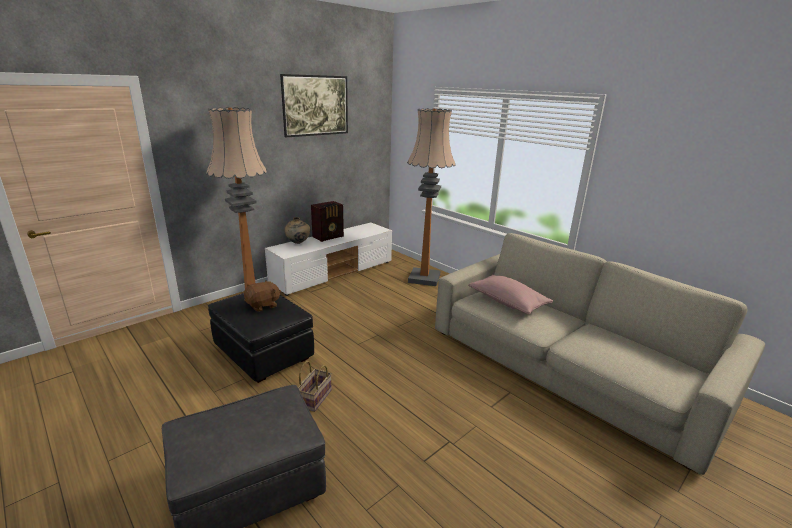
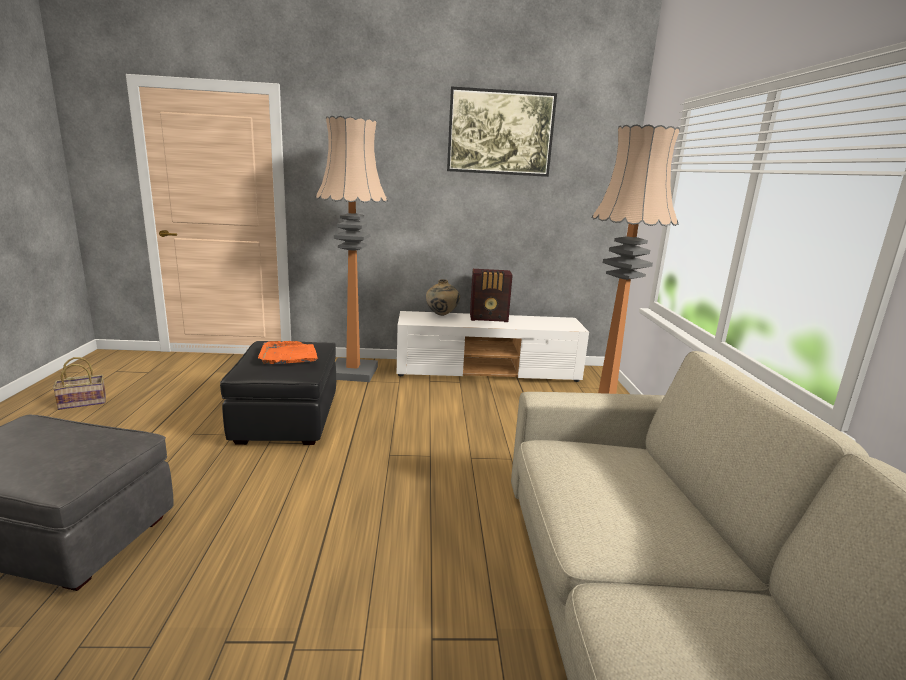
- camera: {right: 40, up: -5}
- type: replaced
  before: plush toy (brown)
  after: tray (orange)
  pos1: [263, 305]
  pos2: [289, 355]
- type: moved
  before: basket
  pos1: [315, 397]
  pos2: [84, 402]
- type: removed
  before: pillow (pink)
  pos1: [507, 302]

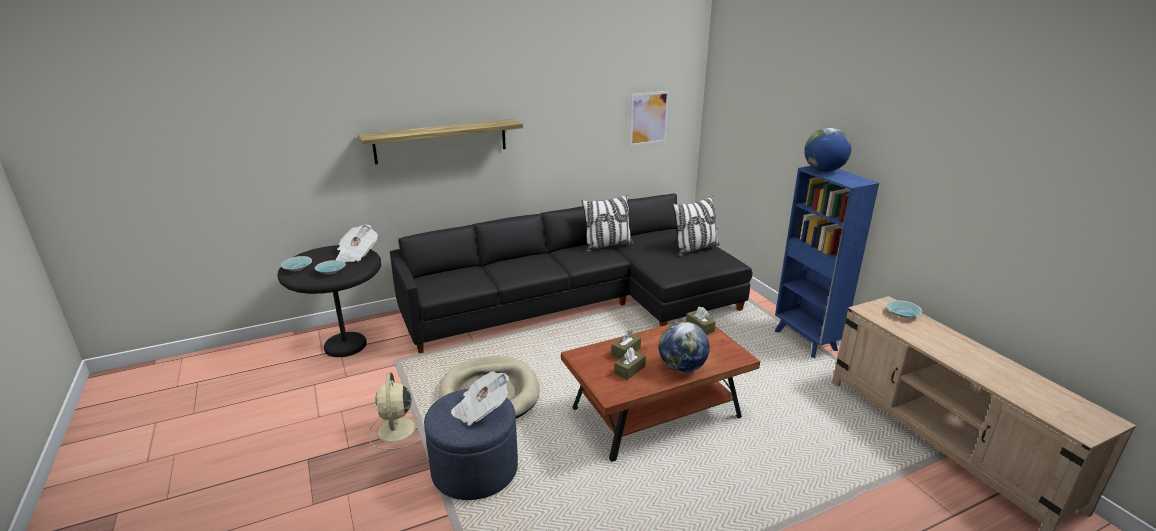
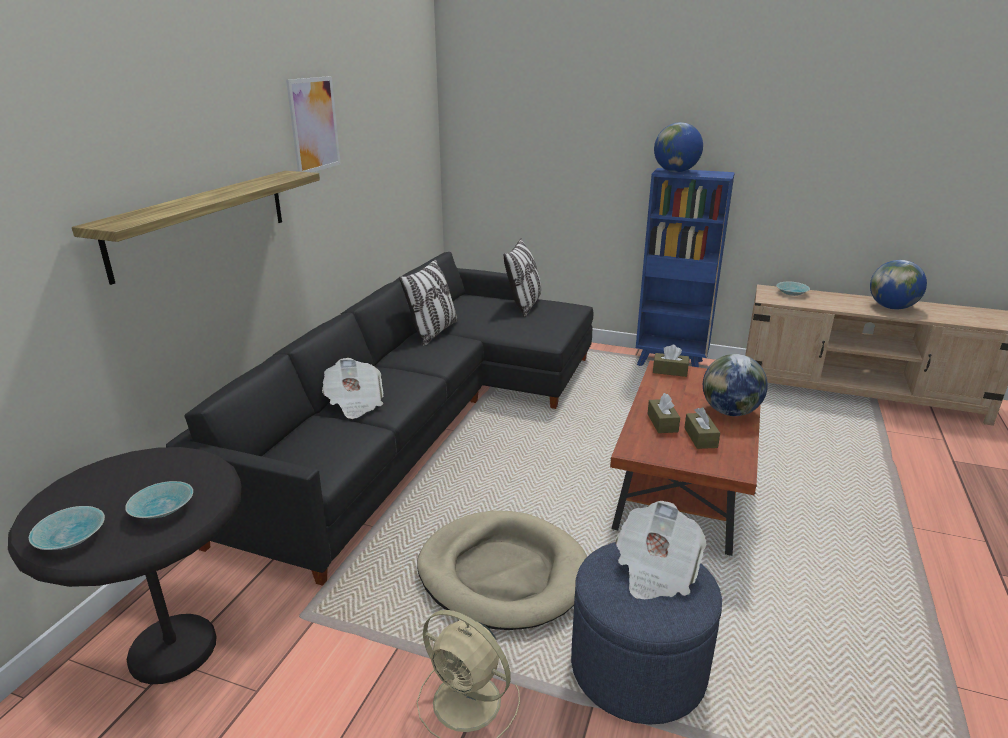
- camera: {right: -45, up: 0}
- type: moved
  before: newspaper
  pos1: [356, 255]
  pos2: [355, 403]
- type: moved
  before: picture
  pos1: [648, 118]
  pos2: [314, 125]
- type: added
  after: globe
  pos2: [891, 307]

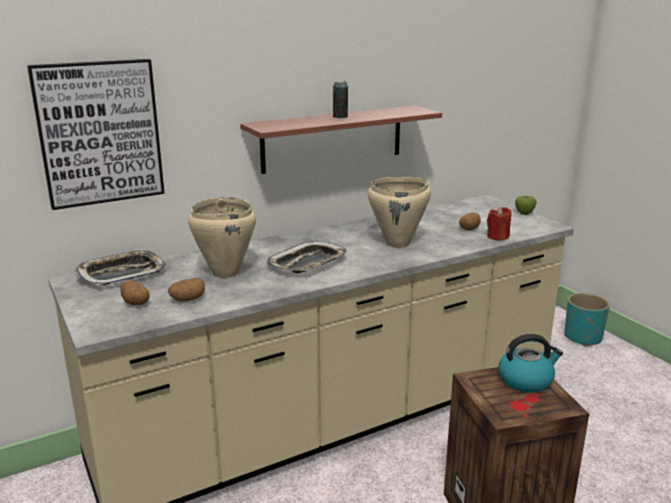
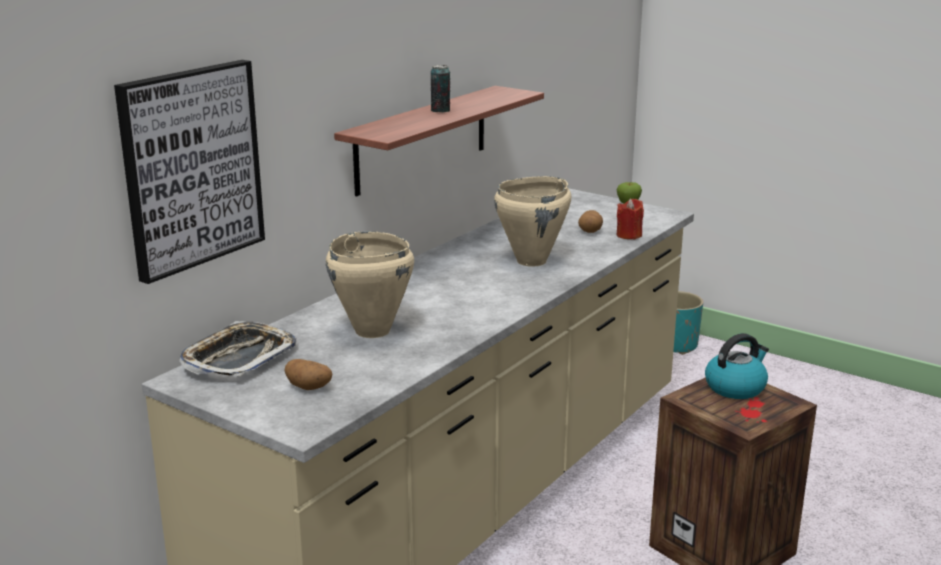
- camera: {right: -25, up: 0}
- type: removed
  before: potato
  pos1: [187, 300]
- type: removed
  before: tray
  pos1: [307, 263]

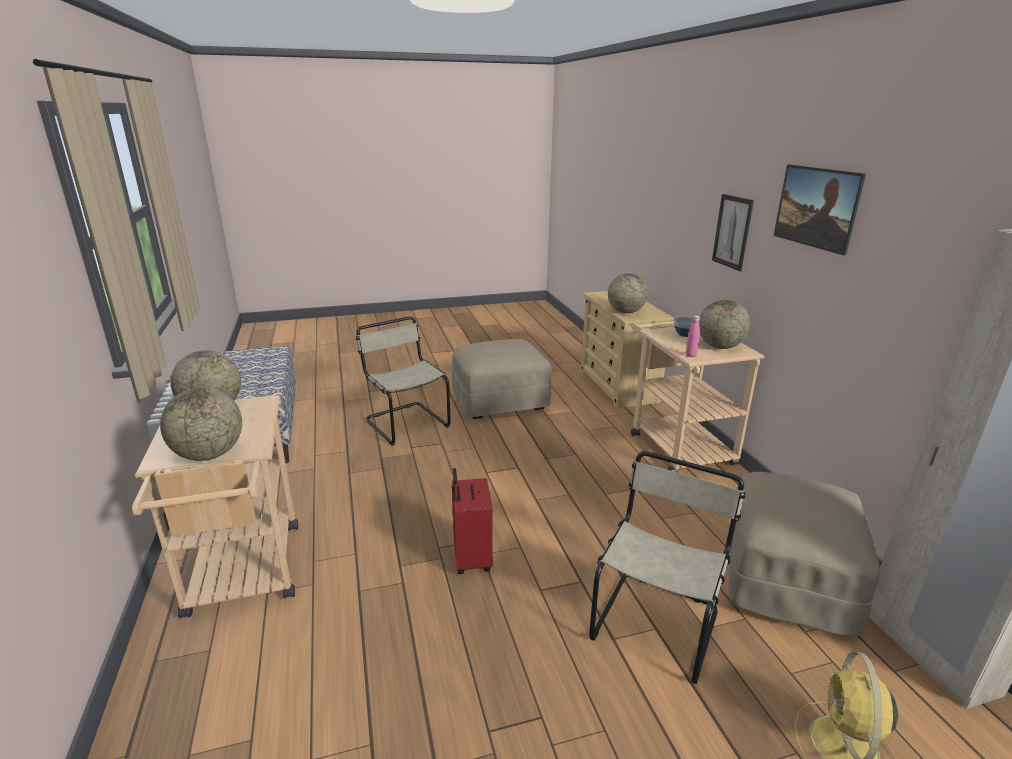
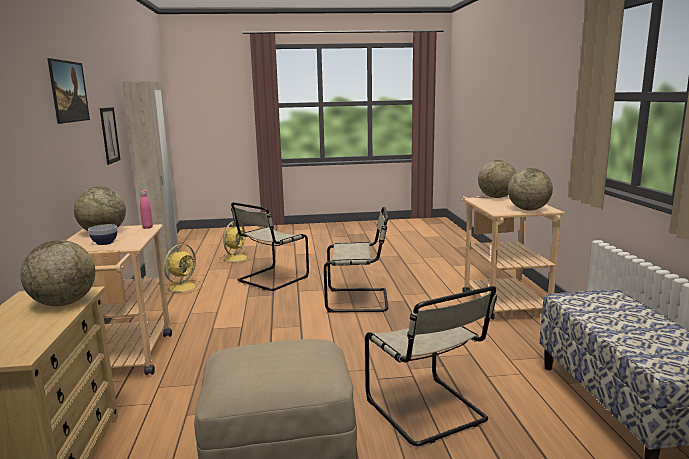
- camera: {right: -170, up: -10}
- type: replaced
  before: suitcase (red)
  after: chair (beige)
  pos1: [470, 559]
  pos2: [360, 300]
- type: moved
  before: picture
  pos1: [732, 232]
  pos2: [109, 135]
- type: replaced
  before: ottoman (beige)
  after: fan (yellow)
  pos1: [787, 579]
  pos2: [183, 287]

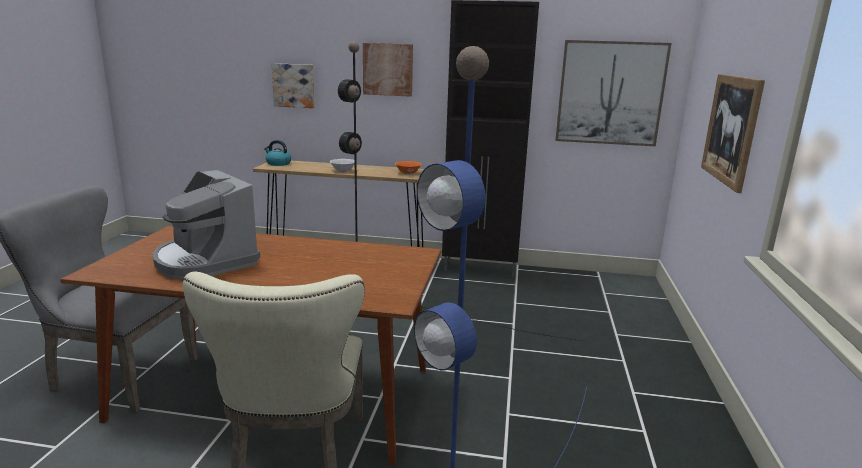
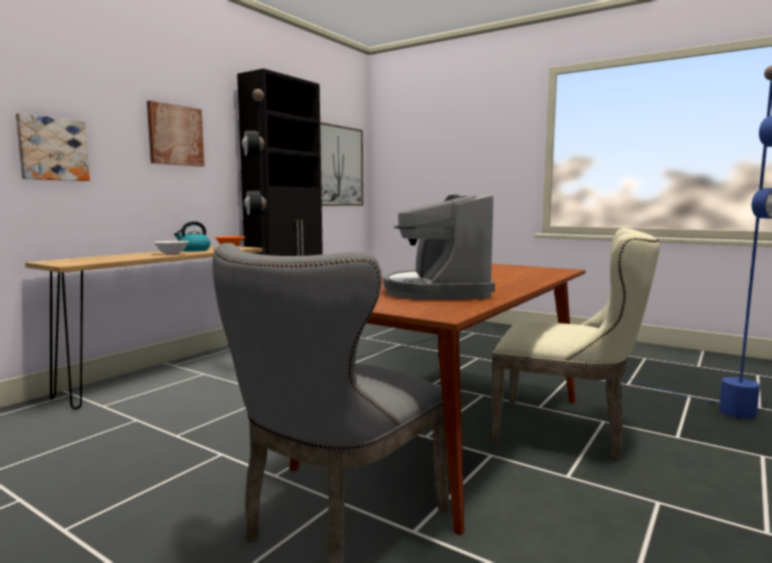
- camera: {right: -65, up: -10}
- type: turned
  before: coffee machine
  pos1: [205, 261]
  pos2: [437, 290]
  turn: 105
- type: moved
  before: kettle
  pos1: [278, 163]
  pos2: [194, 250]
- type: removed
  before: picture
  pos1: [731, 129]

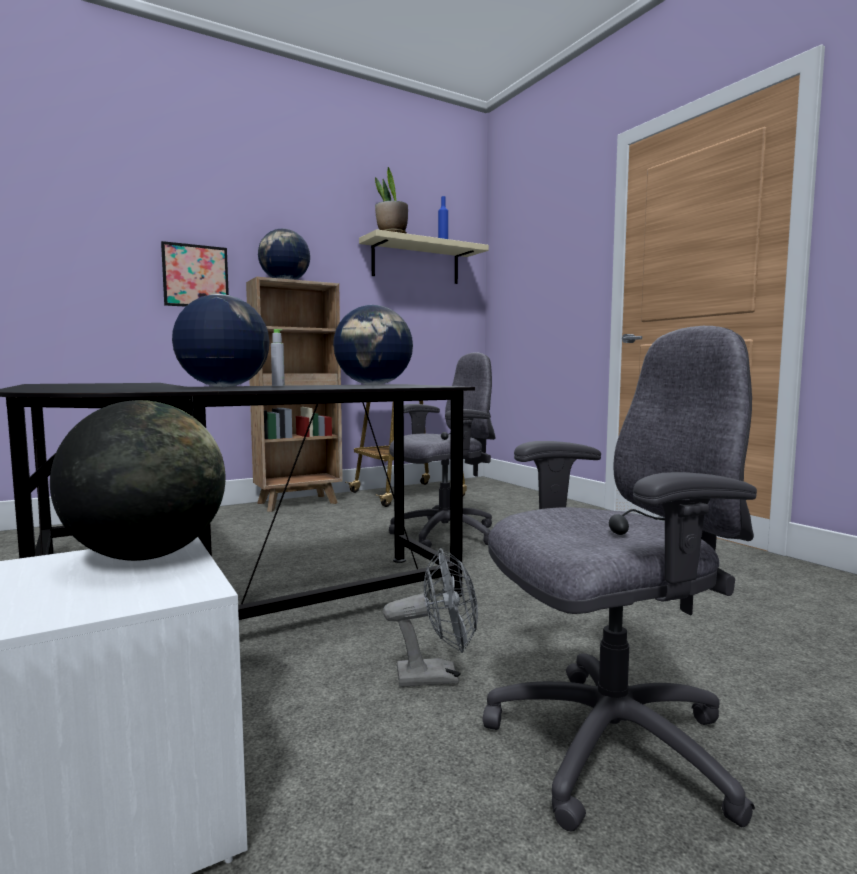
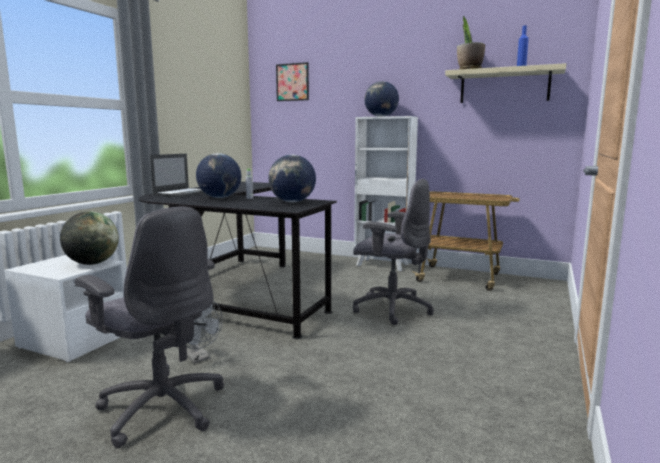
- camera: {right: 55, up: 5}
- type: moved
  before: picture
  pos1: [195, 276]
  pos2: [292, 82]
- type: recoloured
  before: bookcase (brown)
  after: bookcase (white)
  pos1: [299, 503]
  pos2: [383, 265]
- type: added
  after: laptop
  pos2: [184, 193]

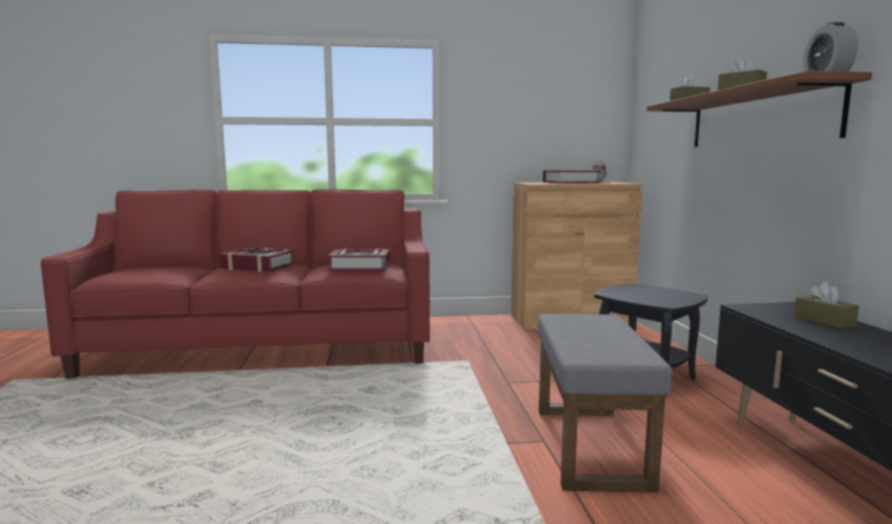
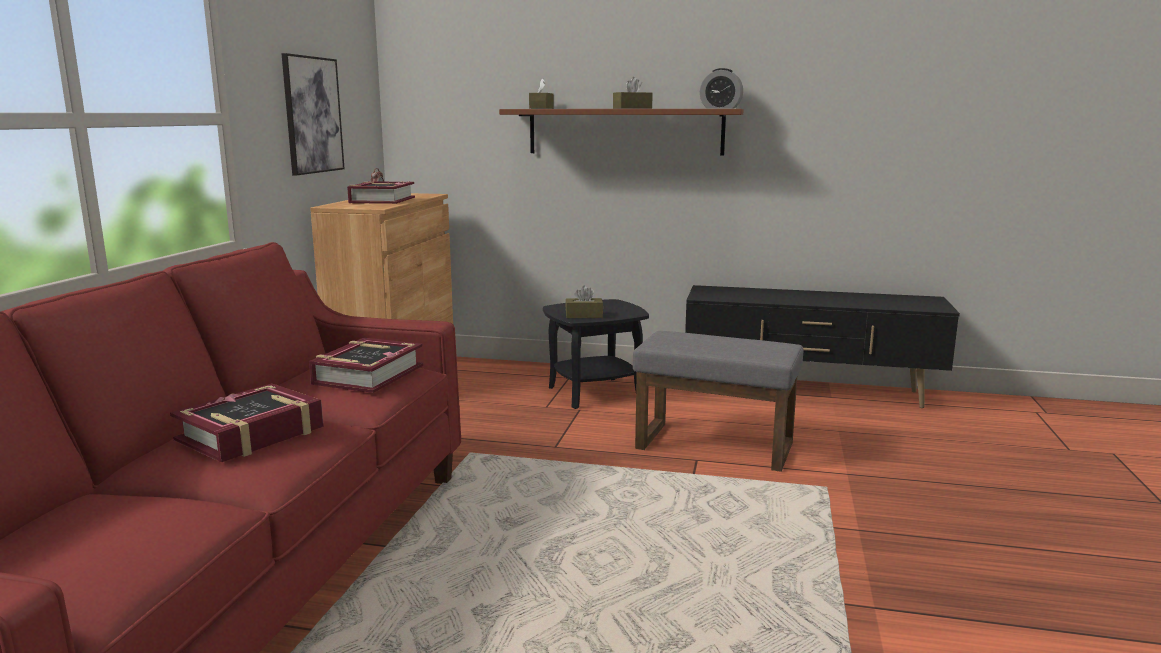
- camera: {right: -70, up: 5}
- type: moved
  before: tissue box (brown)
  pos1: [824, 321]
  pos2: [584, 315]
- type: added
  after: picture
  pos2: [312, 115]

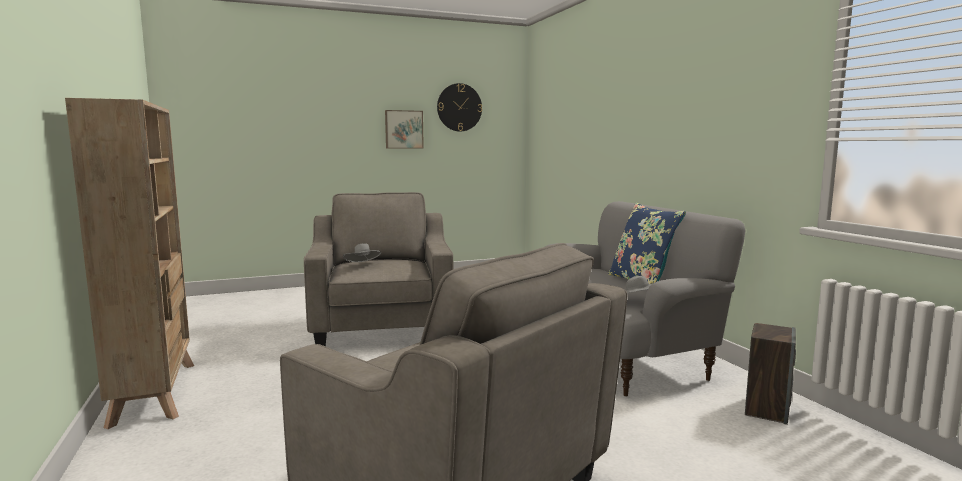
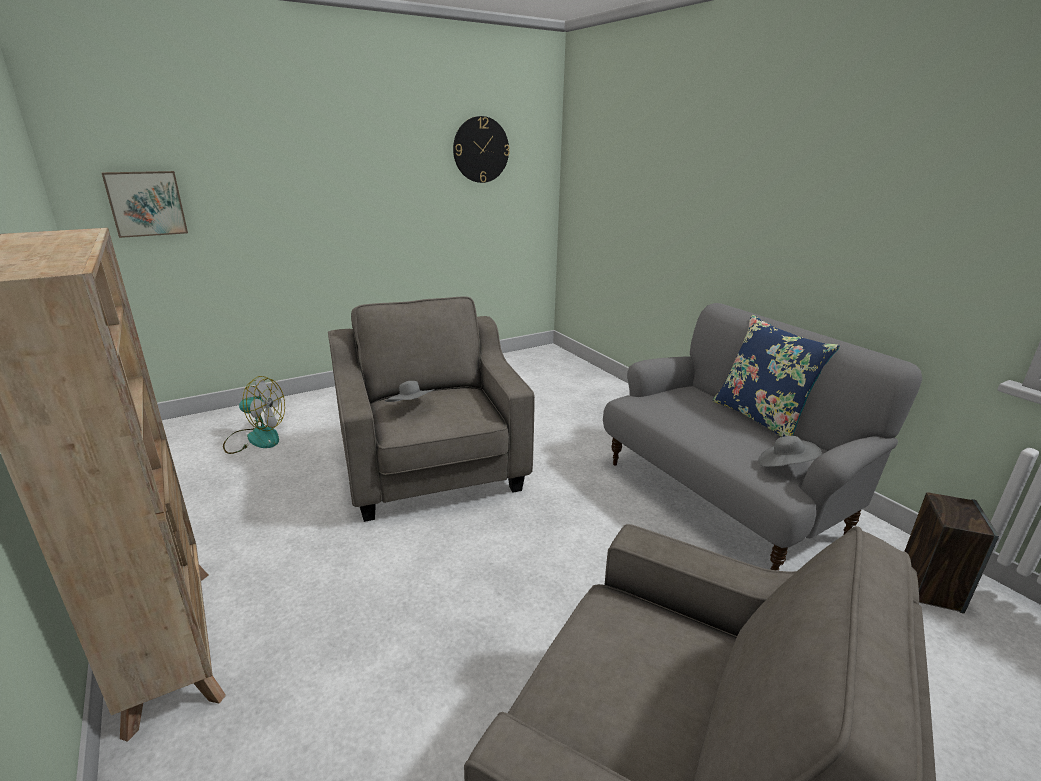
- camera: {right: -10, up: 15}
- type: moved
  before: picture
  pos1: [403, 129]
  pos2: [146, 203]
- type: added
  after: fan
  pos2: [255, 438]

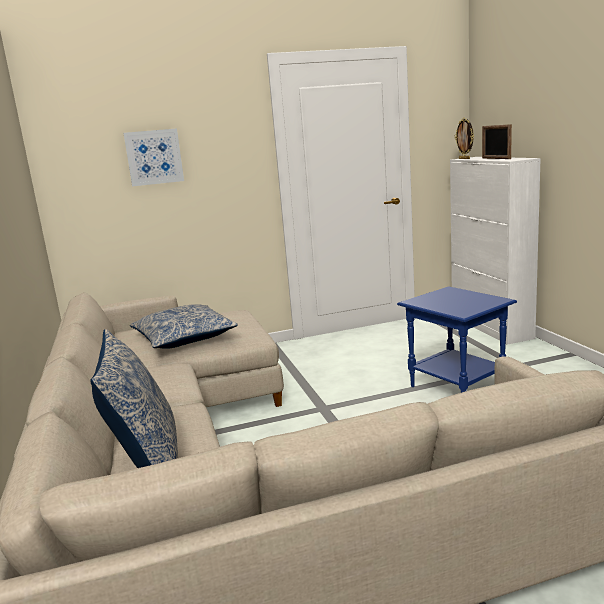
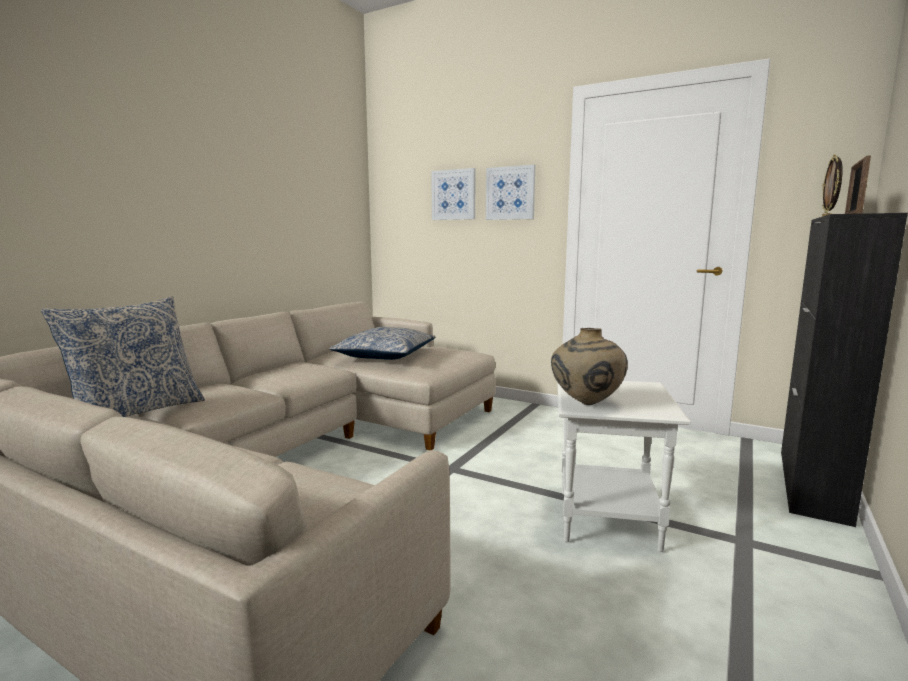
- camera: {right: 45, up: -5}
- type: recoloured
  before: side table (blue)
  after: side table (white)
  pos1: [457, 387]
  pos2: [607, 520]
- type: recoloured
  before: cabinet (white)
  after: cabinet (black)
  pos1: [490, 327]
  pos2: [812, 484]
- type: added
  after: picture
  pos2: [510, 193]
- type: added
  after: vase (beige)
  pos2: [586, 404]

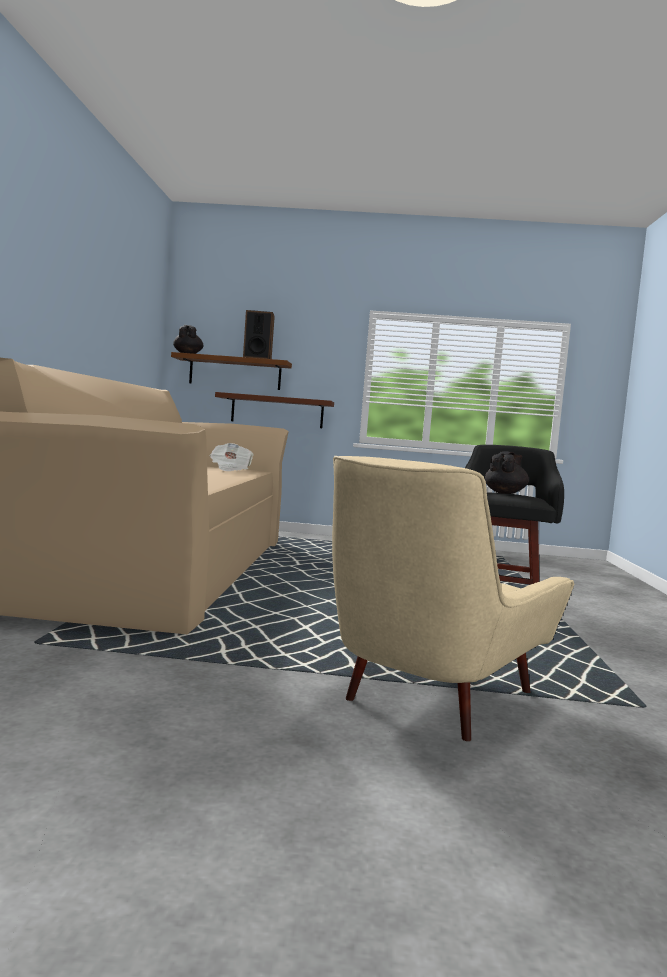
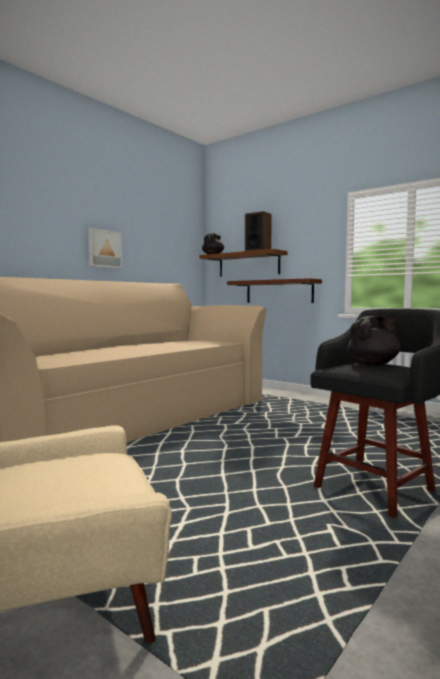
- camera: {right: 35, up: 0}
- type: removed
  before: newspaper
  pos1: [230, 469]
- type: added
  after: picture
  pos2: [104, 249]

